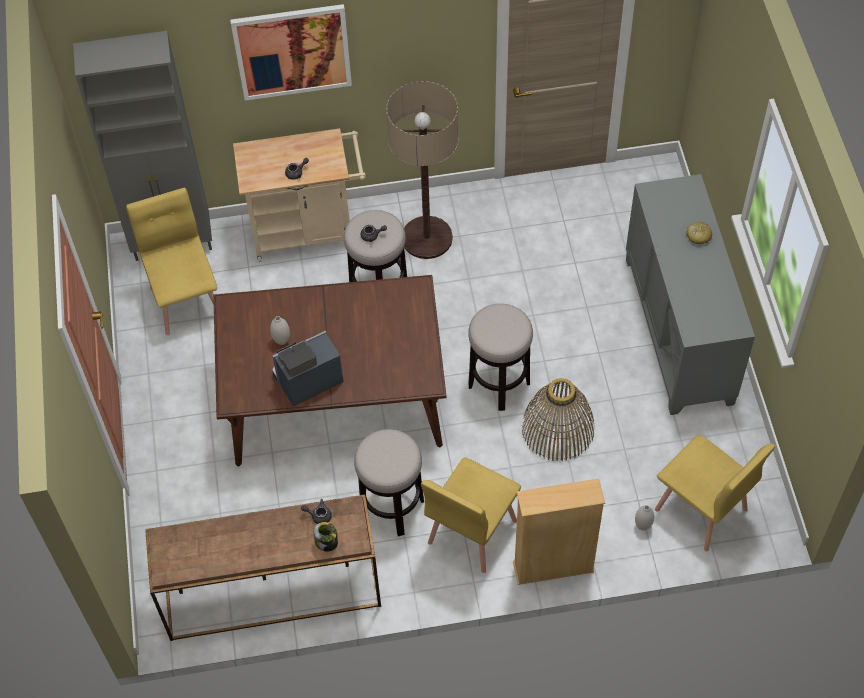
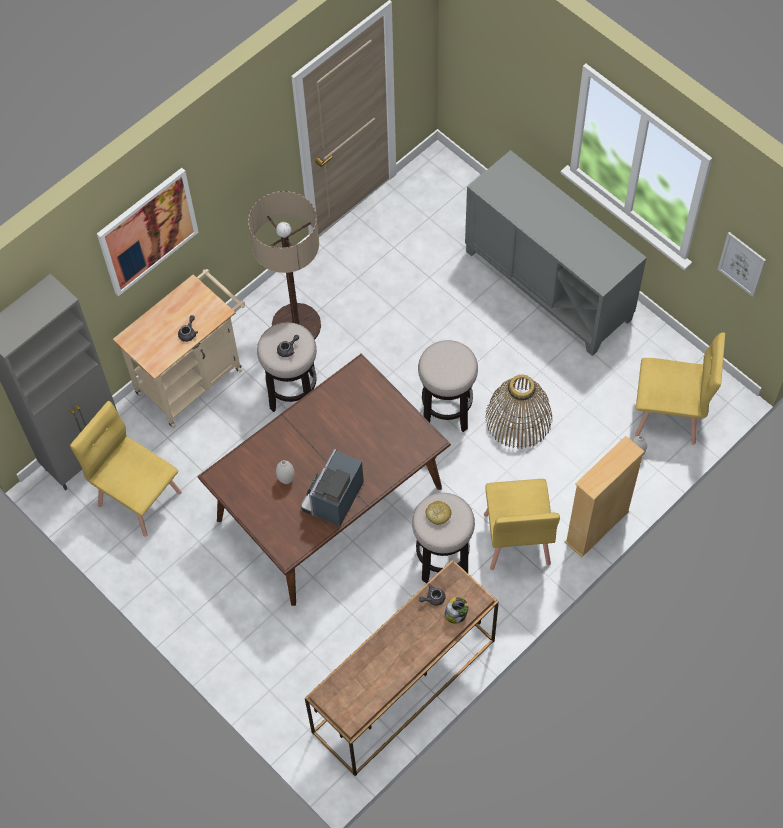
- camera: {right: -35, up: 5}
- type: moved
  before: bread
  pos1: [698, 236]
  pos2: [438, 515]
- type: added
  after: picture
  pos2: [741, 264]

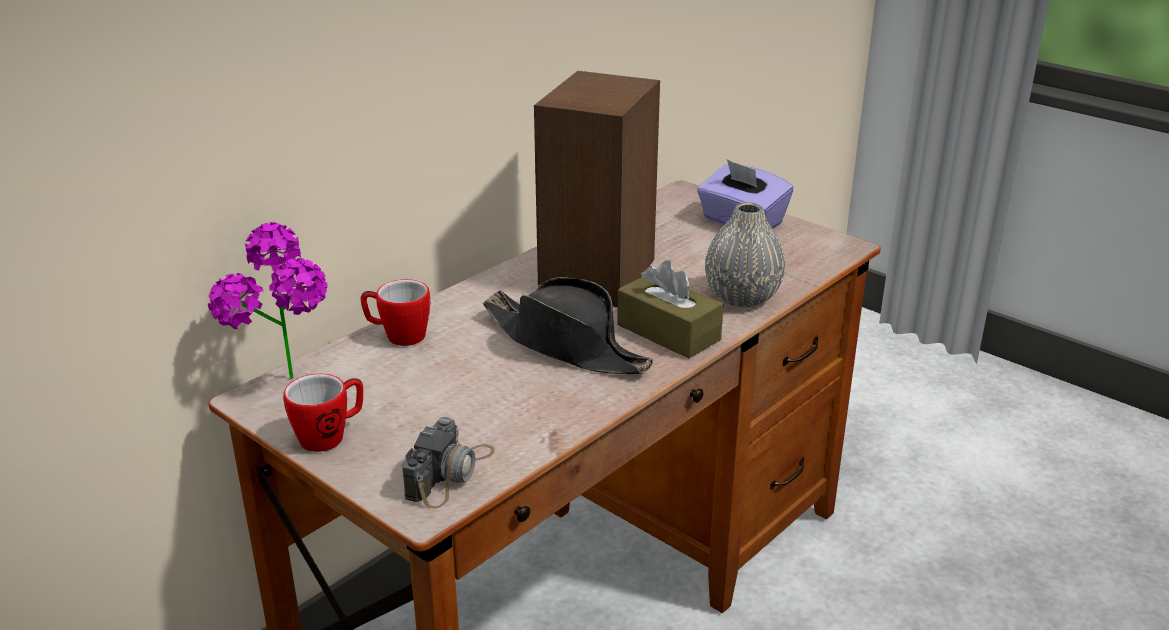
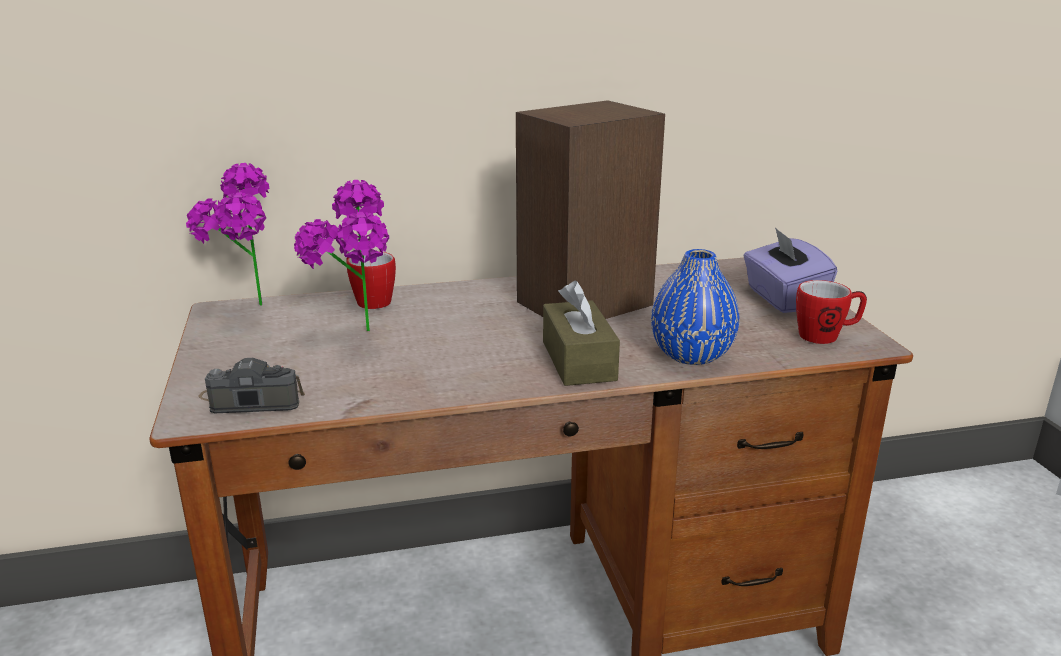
- camera: {right: 35, up: -5}
- type: moved
  before: mug
  pos1: [330, 436]
  pos2: [826, 336]
- type: turned
  before: photo camera
  pos1: [450, 473]
  pos2: [250, 400]
  turn: -150
- type: removed
  before: hat (black)
  pos1: [566, 345]
- type: recoloured
  before: vase (grey)
  after: vase (blue)
  pos1: [742, 297]
  pos2: [692, 355]
- type: added
  after: potted plant
  pos2: [357, 338]

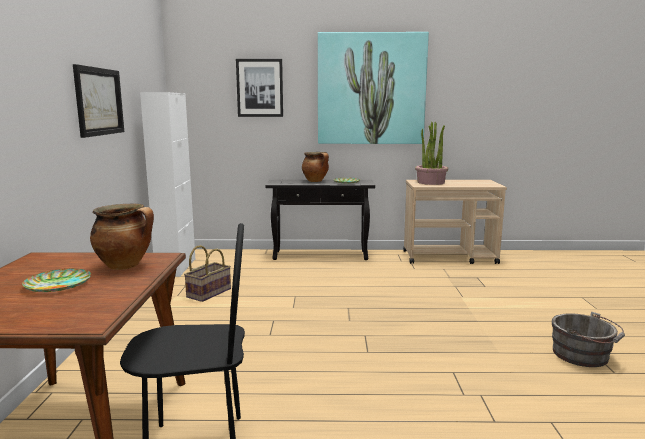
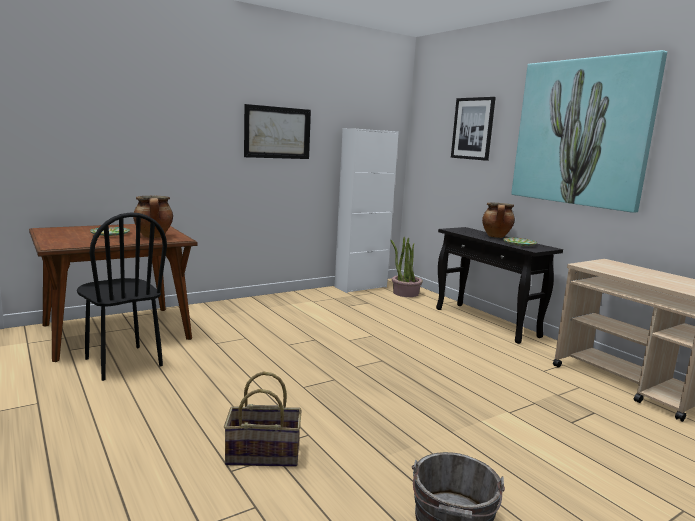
- camera: {right: 55, up: 0}
- type: moved
  before: basket
  pos1: [208, 293]
  pos2: [263, 454]
- type: moved
  before: potted plant
  pos1: [430, 182]
  pos2: [405, 293]

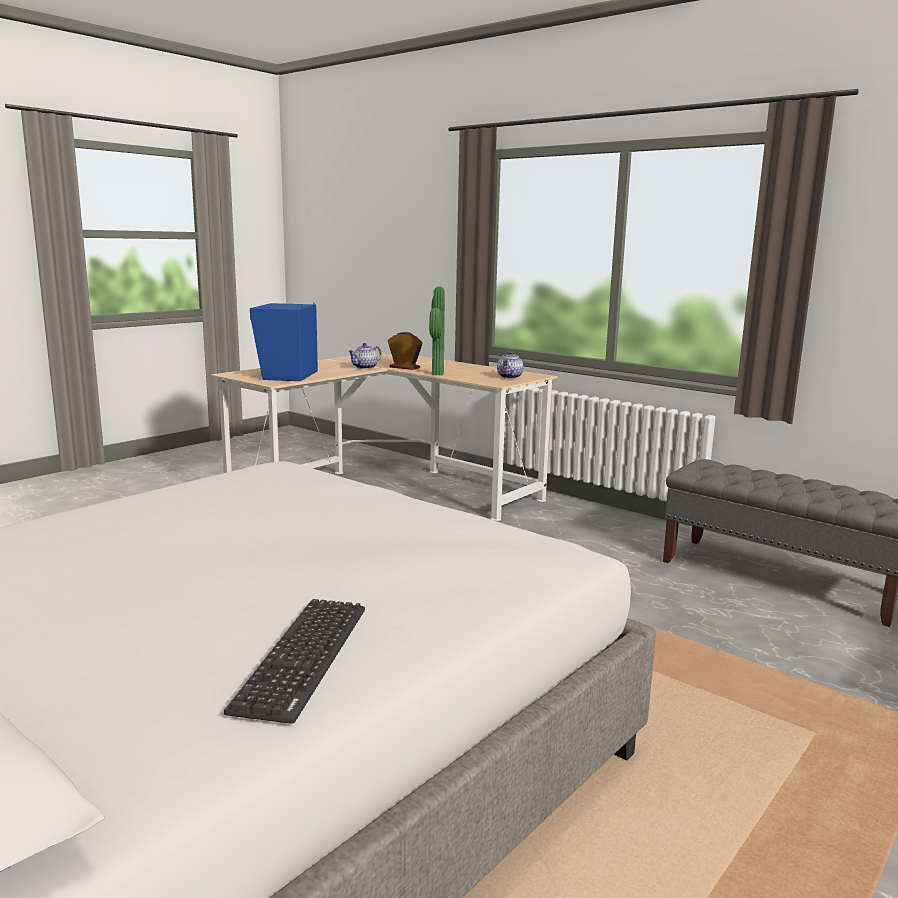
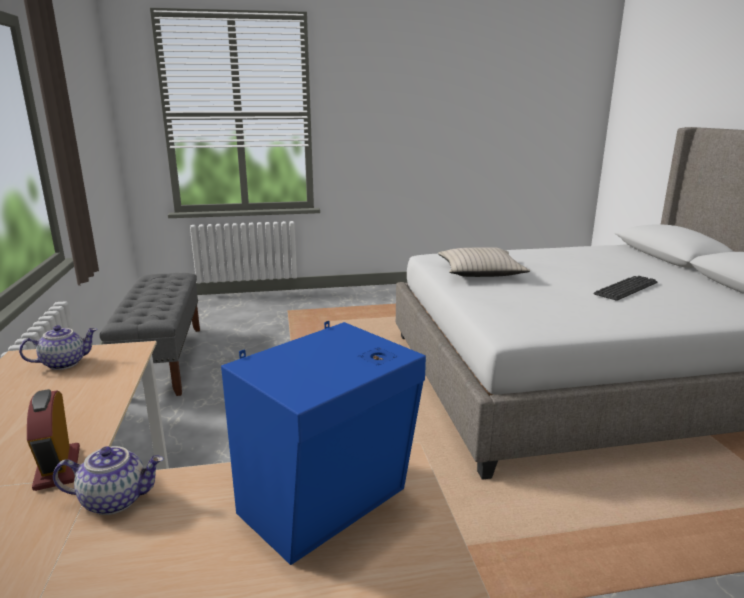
- camera: {right: -140, up: 5}
- type: moved
  before: keyboard
  pos1: [303, 657]
  pos2: [626, 288]
- type: removed
  before: potted plant
  pos1: [435, 374]
- type: added
  after: pillow (beige)
  pos2: [480, 272]

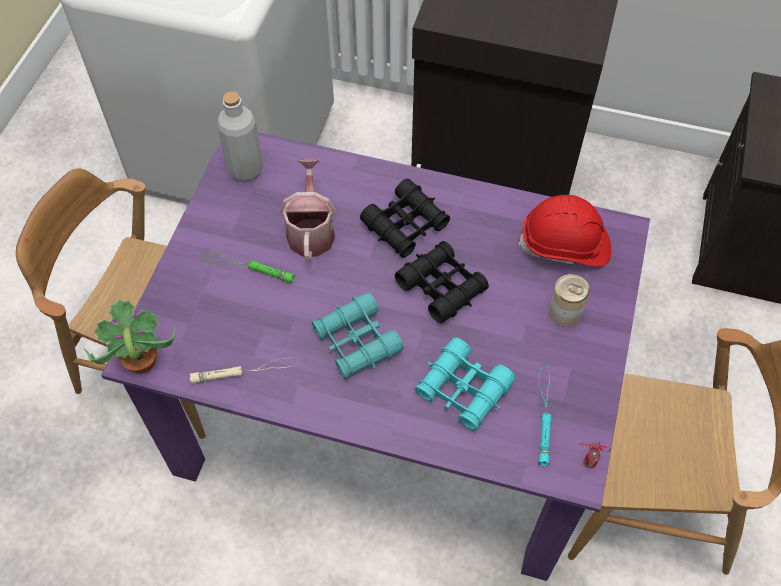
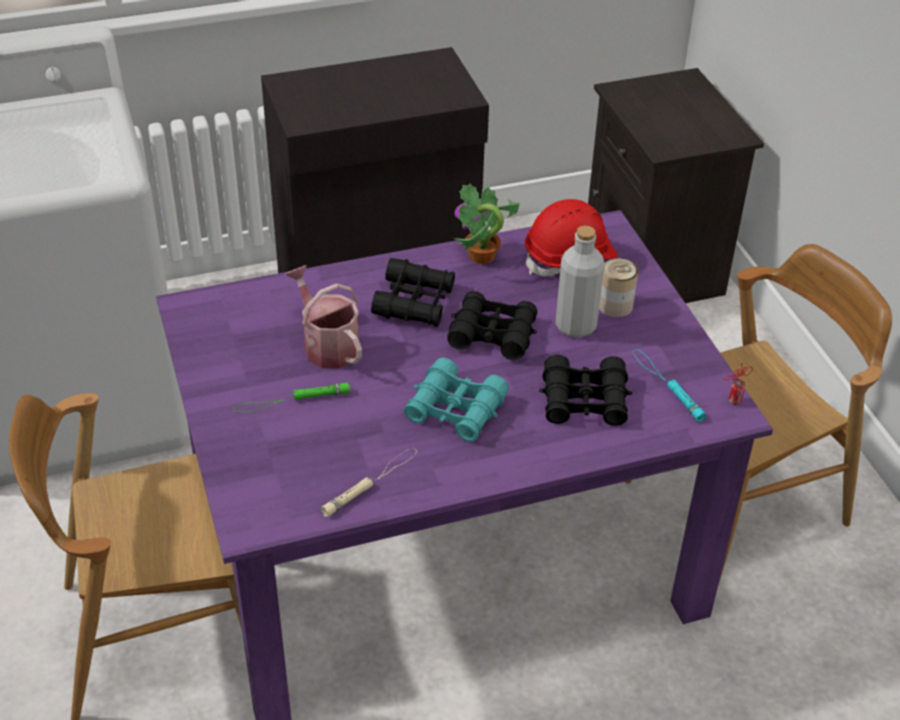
- camera: {right: -35, up: -15}
- type: moved
  before: potted plant
  pos1: [141, 363]
  pos2: [481, 256]
- type: moved
  before: bottle (grey)
  pos1: [245, 169]
  pos2: [575, 326]
- type: recoloured
  before: binoculars (turquoise)
  after: binoculars (black)
  pos1: [463, 390]
  pos2: [584, 400]

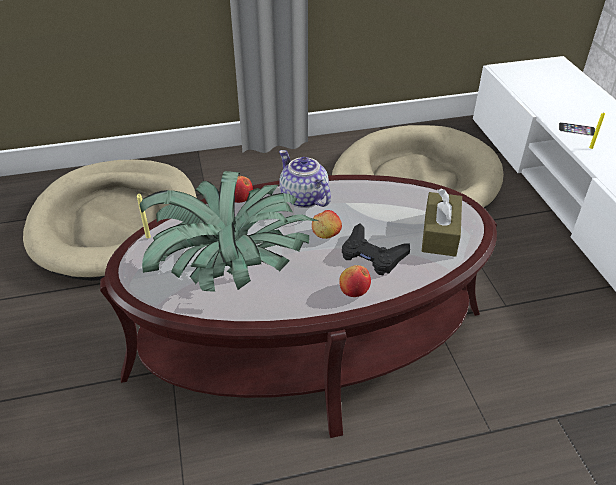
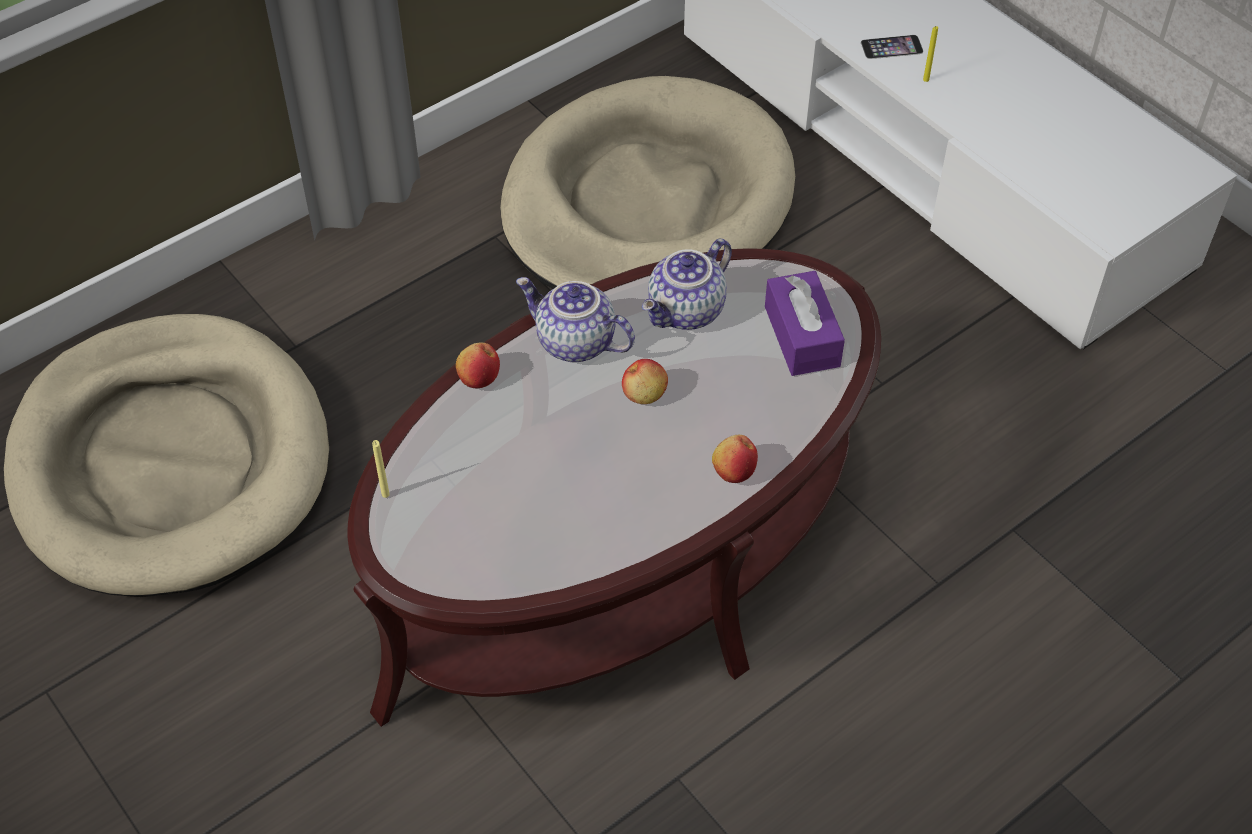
- camera: {right: -25, up: 10}
- type: removed
  before: potted plant
  pos1: [231, 273]
- type: removed
  before: game controller (black)
  pos1: [372, 255]
- type: recoloured
  before: tissue box (brown)
  after: tissue box (purple)
  pos1: [440, 234]
  pos2: [802, 336]
- type: added
  after: teapot
  pos2: [687, 312]

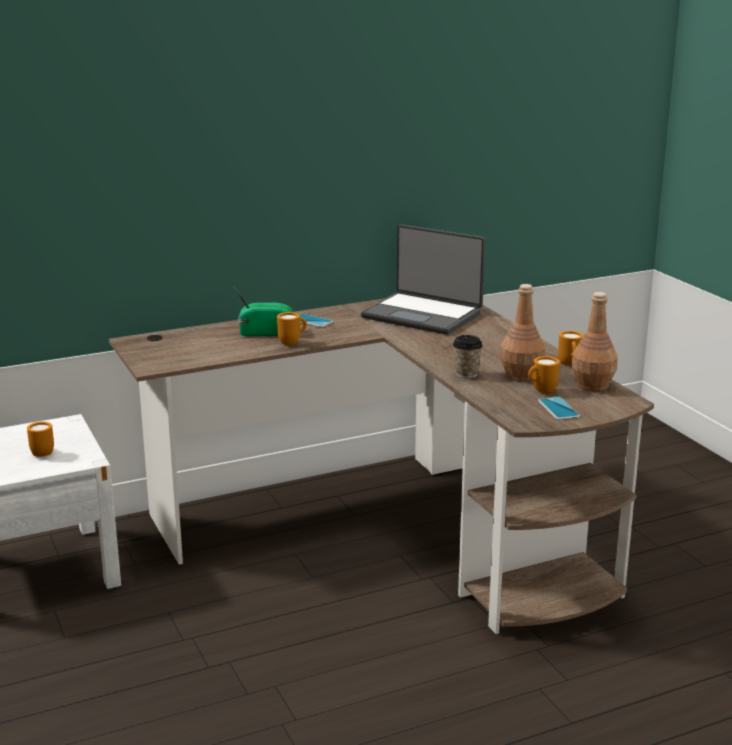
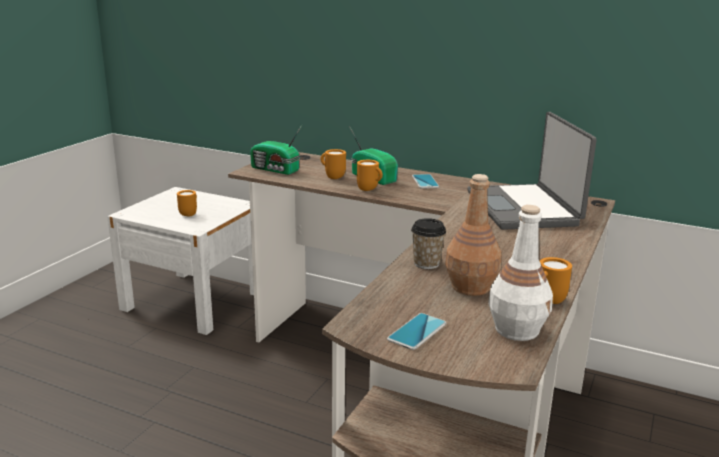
- camera: {right: 50, up: 0}
- type: moved
  before: mug (orange)
  pos1: [541, 391]
  pos2: [332, 177]
- type: recoloured
  before: bottle (brown)
  after: bottle (white)
  pos1: [592, 385]
  pos2: [517, 329]
- type: added
  after: radio
  pos2: [275, 170]

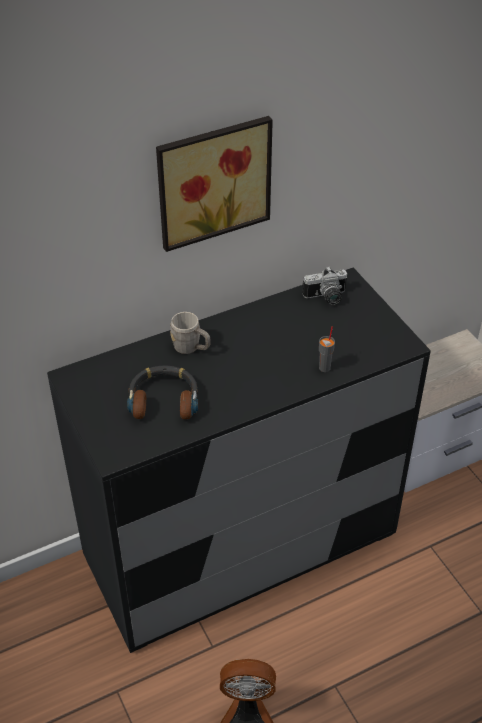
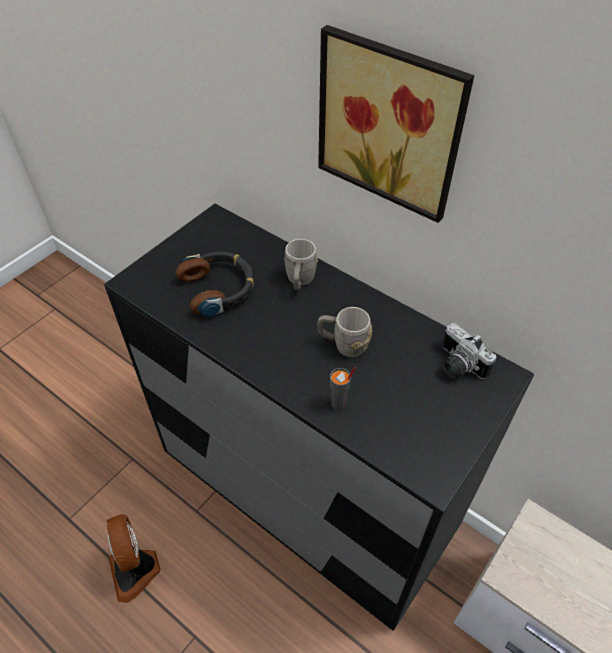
- camera: {right: 65, up: 5}
- type: added
  after: mug (grey)
  pos2: [343, 344]

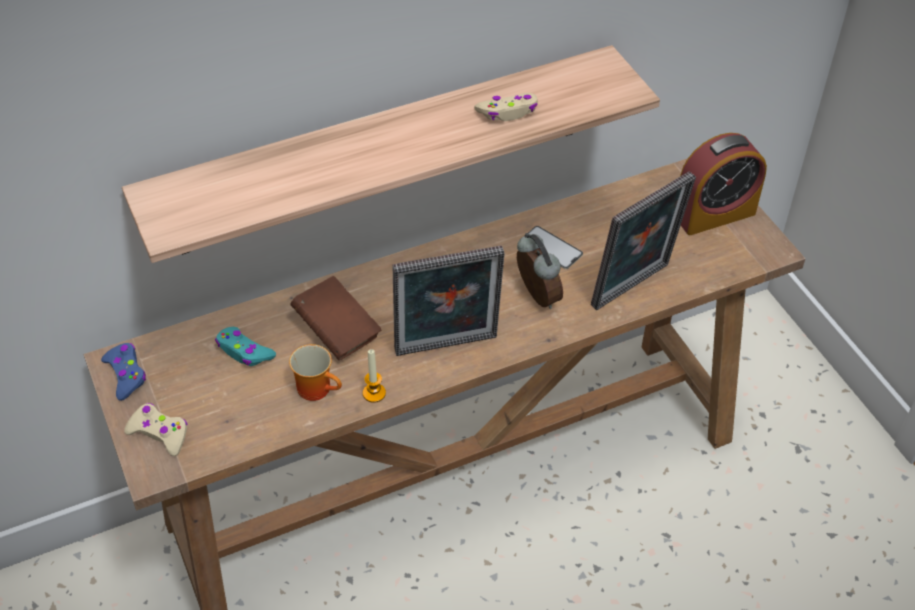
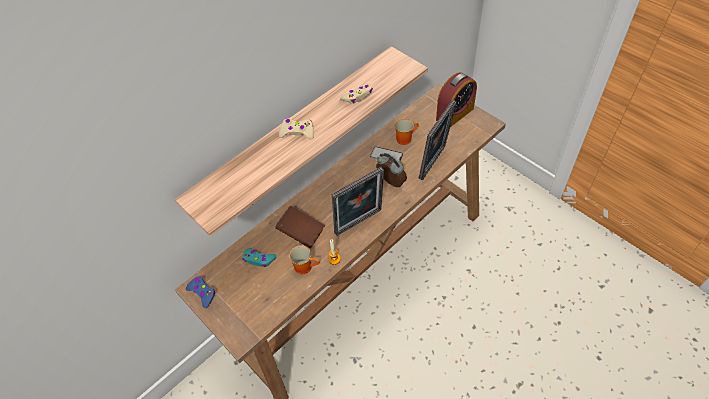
- camera: {right: -15, up: 5}
- type: moved
  before: game controller (beige)
  pos1: [159, 433]
  pos2: [297, 132]
- type: added
  after: mug
  pos2: [405, 138]

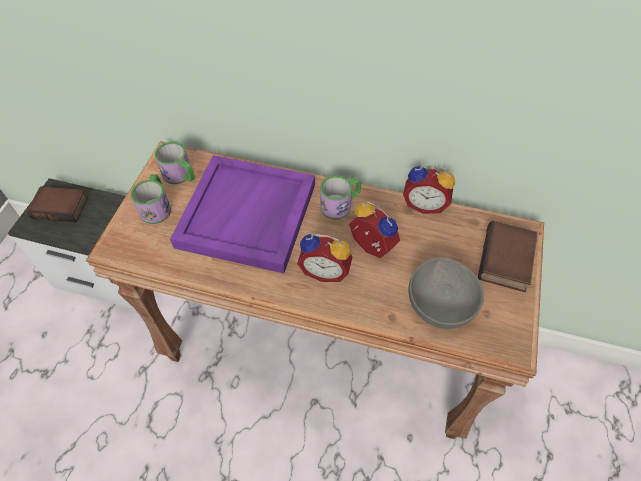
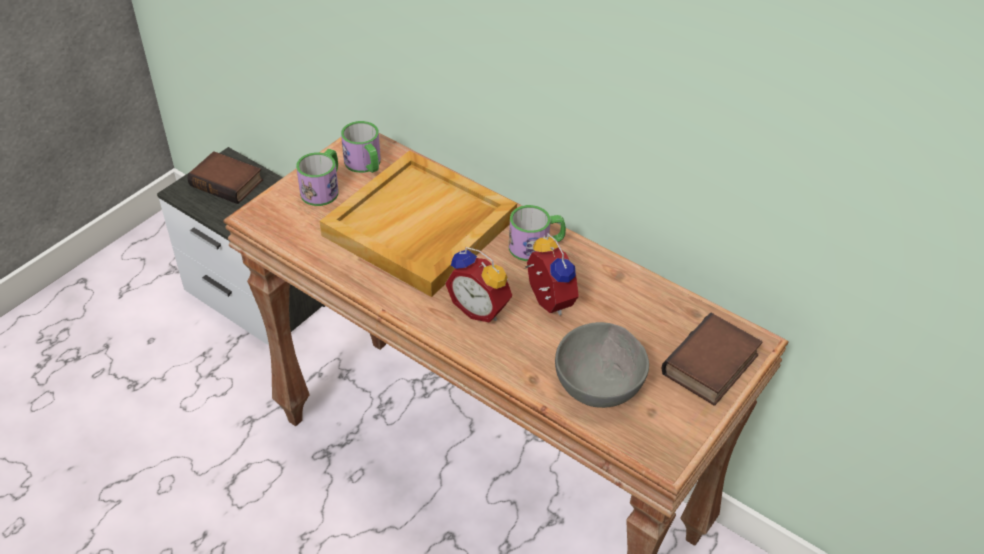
- camera: {right: 20, up: -10}
- type: recoloured
  before: tray (purple)
  after: tray (beige)
  pos1: [248, 216]
  pos2: [420, 228]
- type: removed
  before: alarm clock
  pos1: [424, 204]

